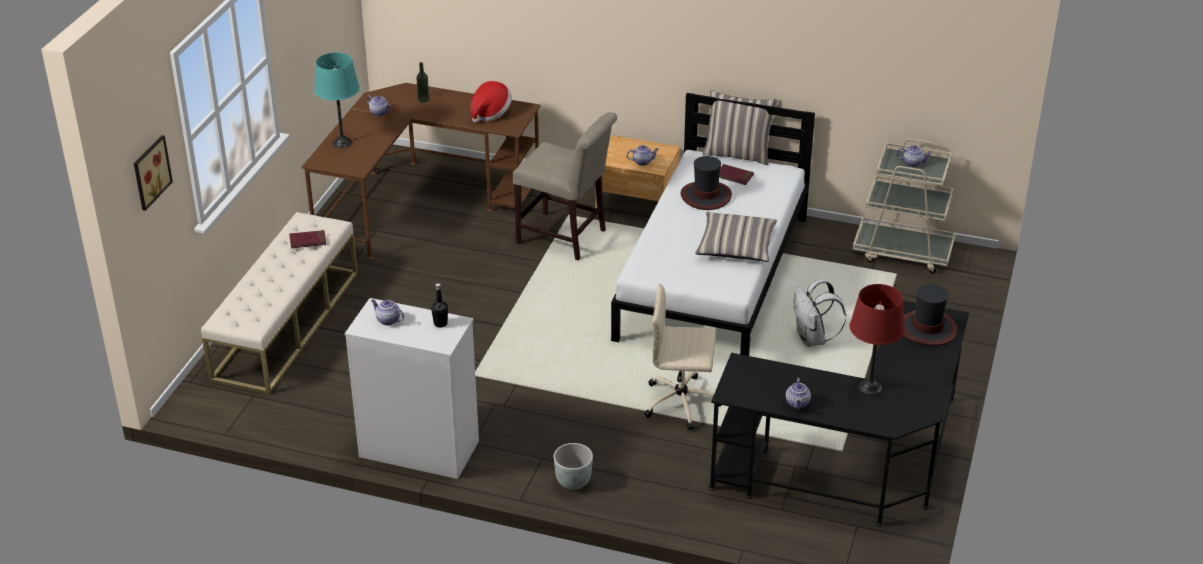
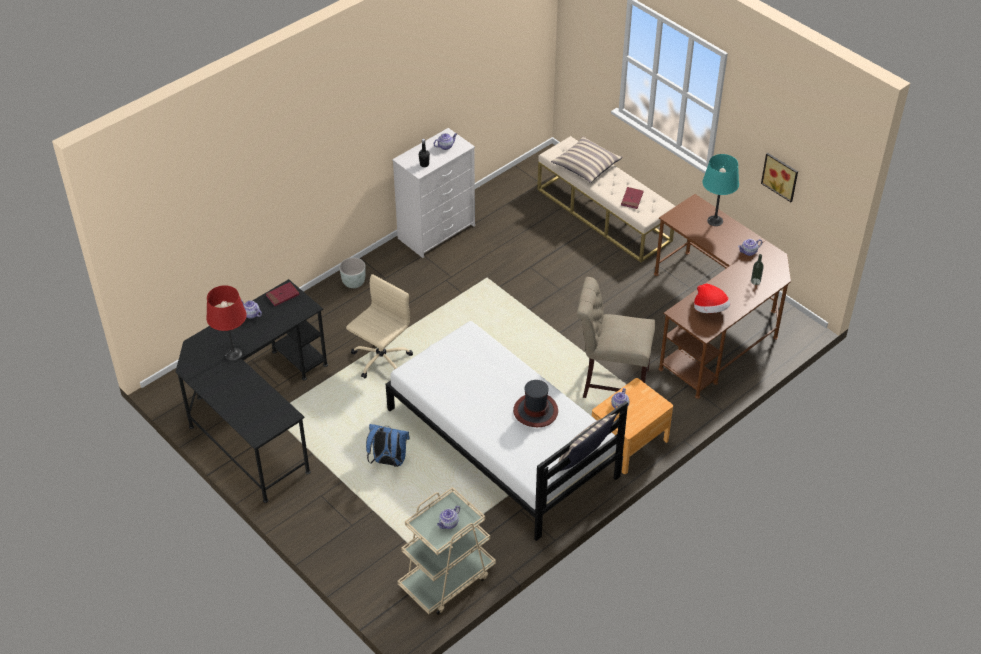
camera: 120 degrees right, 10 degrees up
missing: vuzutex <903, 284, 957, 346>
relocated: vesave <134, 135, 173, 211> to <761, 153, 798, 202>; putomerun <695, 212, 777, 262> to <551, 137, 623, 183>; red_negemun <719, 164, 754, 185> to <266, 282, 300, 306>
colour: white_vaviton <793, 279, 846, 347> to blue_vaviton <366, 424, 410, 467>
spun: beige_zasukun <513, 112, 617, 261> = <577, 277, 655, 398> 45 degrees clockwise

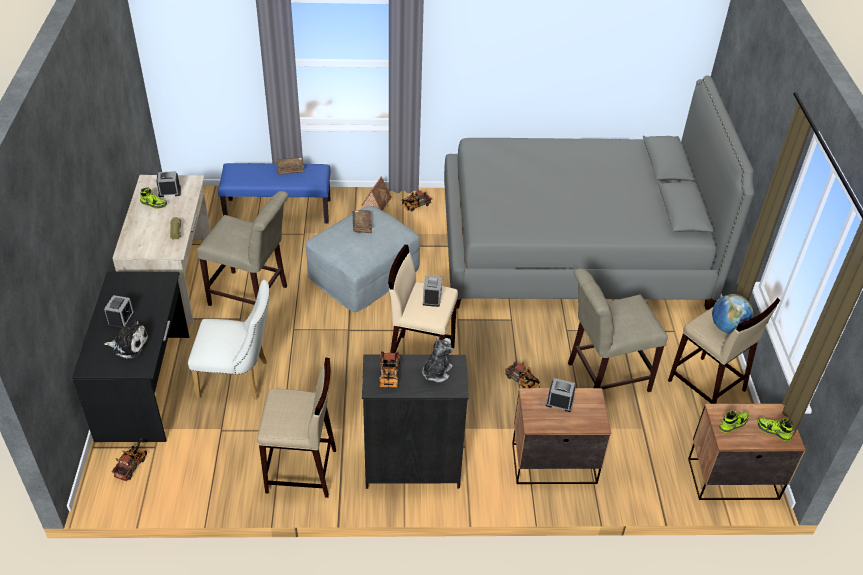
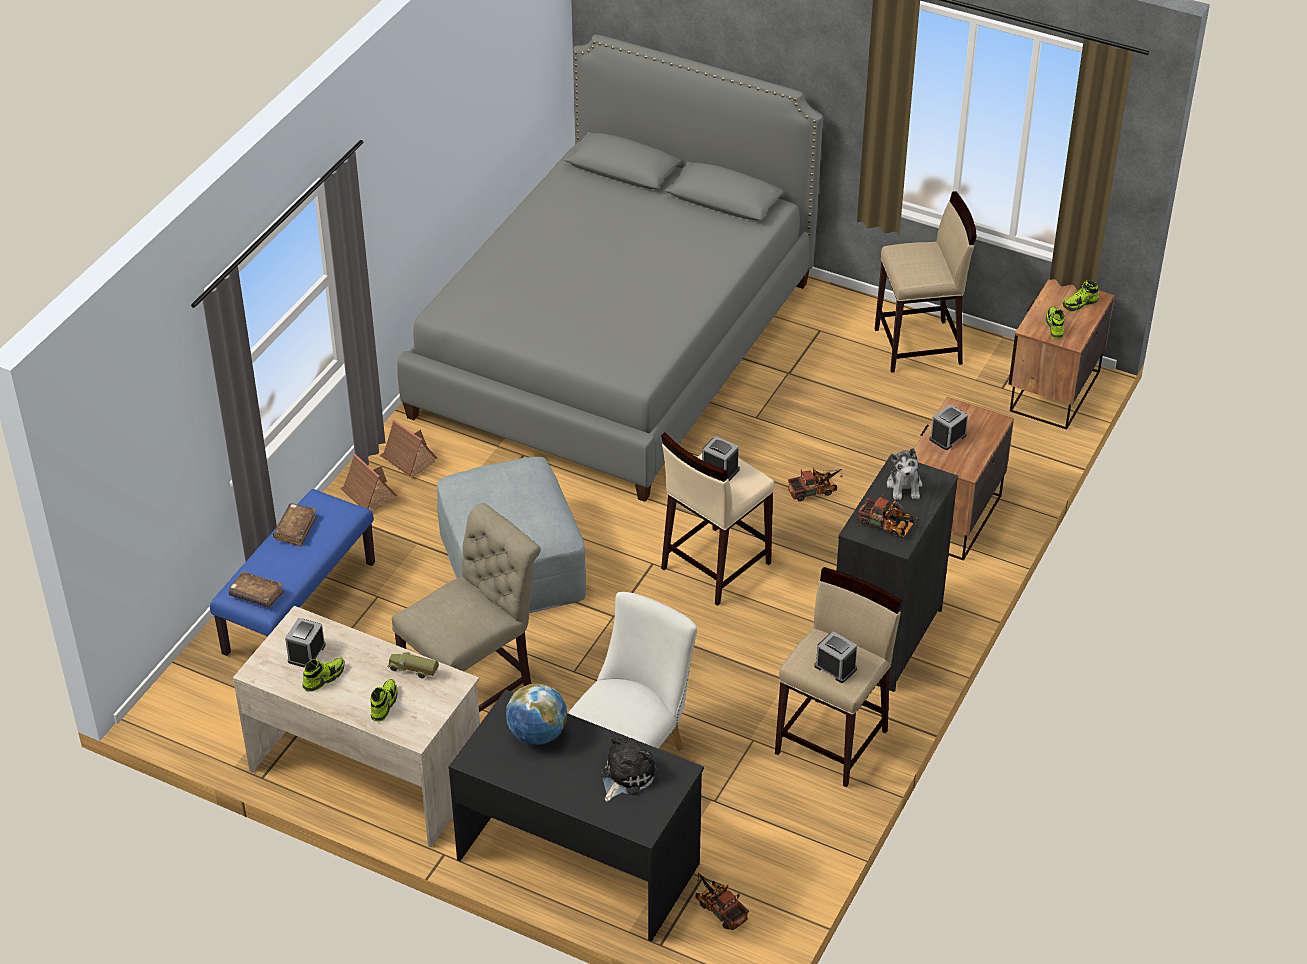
camera: 60 degrees left, 0 degrees up
missing: beige_zasukun <568, 268, 668, 392>
appeared: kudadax <370, 679, 397, 722>
relocated: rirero <104, 295, 134, 329> to <814, 631, 857, 683>; brown_negemun <352, 210, 372, 233> to <229, 571, 284, 608>; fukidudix <712, 294, 754, 334> to <506, 683, 567, 745>
exchanged: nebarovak <400, 189, 432, 211> to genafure <379, 420, 437, 478>
spun: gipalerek <422, 338, 453, 382> = <887, 448, 923, 500> 150 degrees counterclockwise

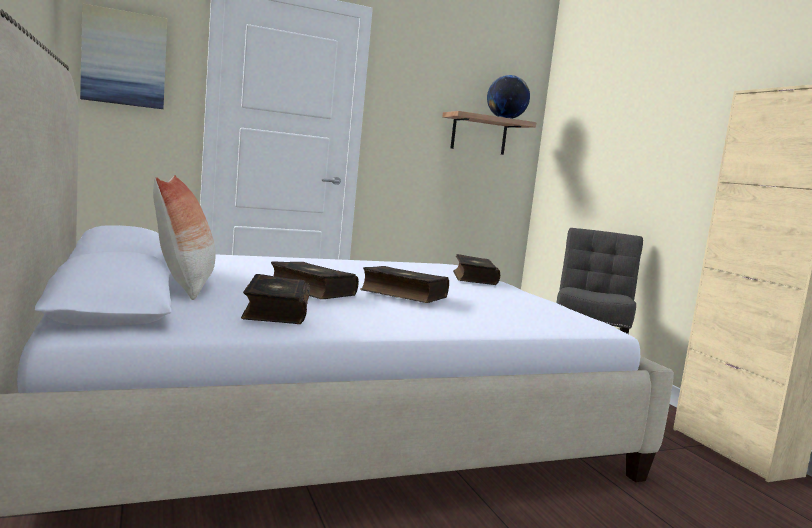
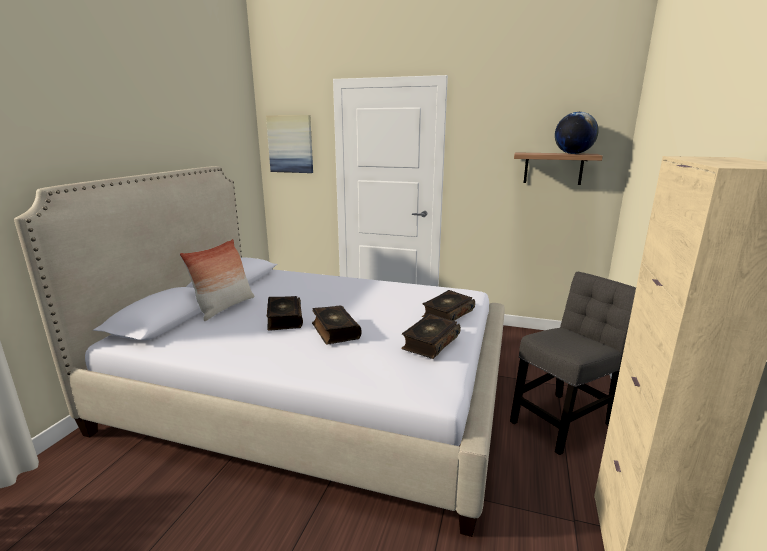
camera: 40 degrees right, 10 degrees up
relocated: negemun <241, 274, 310, 324> to <401, 314, 461, 359>

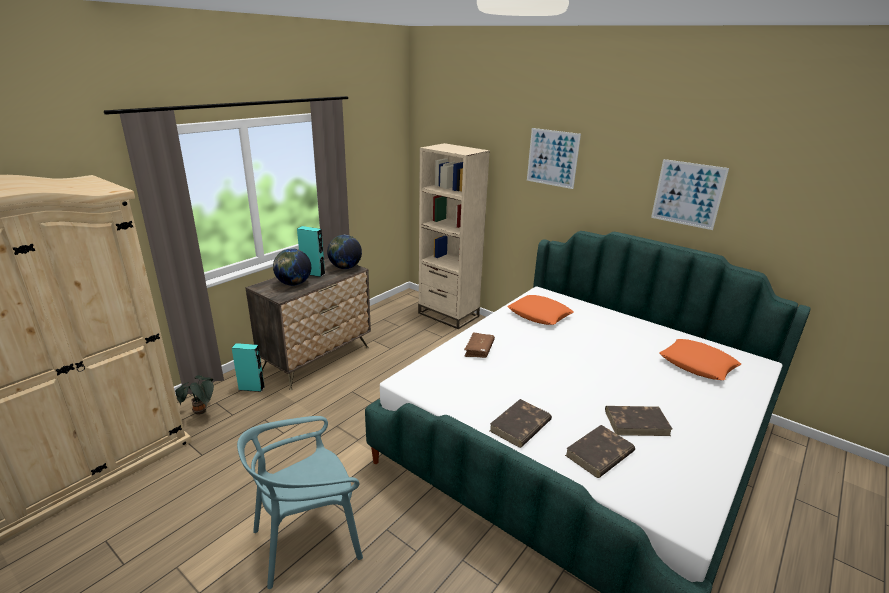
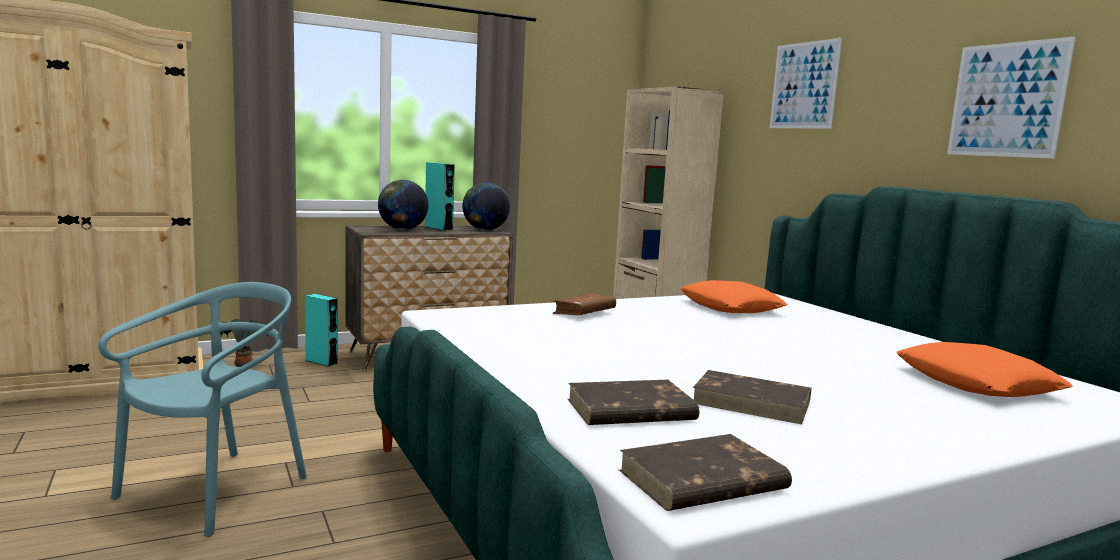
camera: 25 degrees right, 15 degrees down
relocated: brown_negemun <489, 399, 552, 448> to <619, 434, 792, 511>
spun: turquoise_zasukun <237, 416, 363, 589> = <98, 282, 307, 537> 120 degrees clockwise

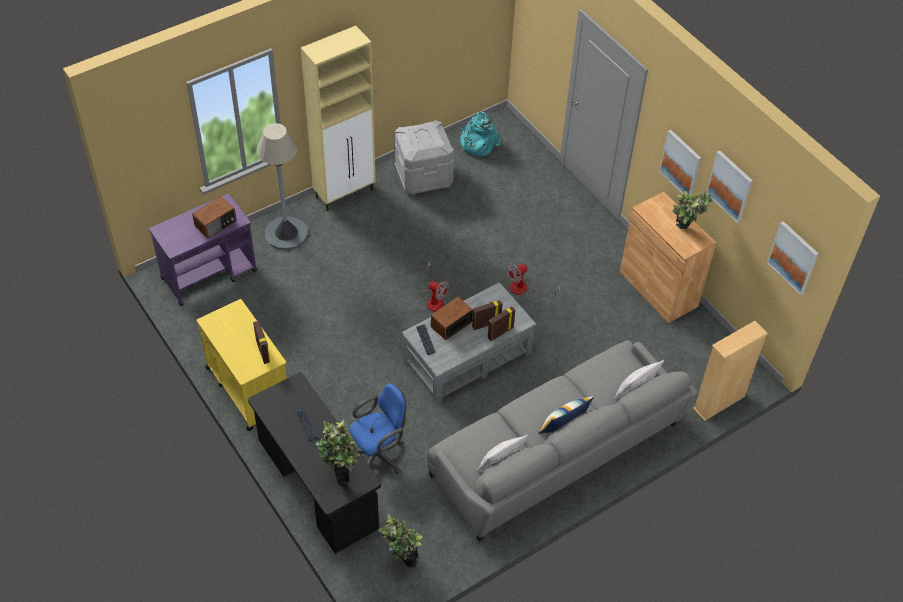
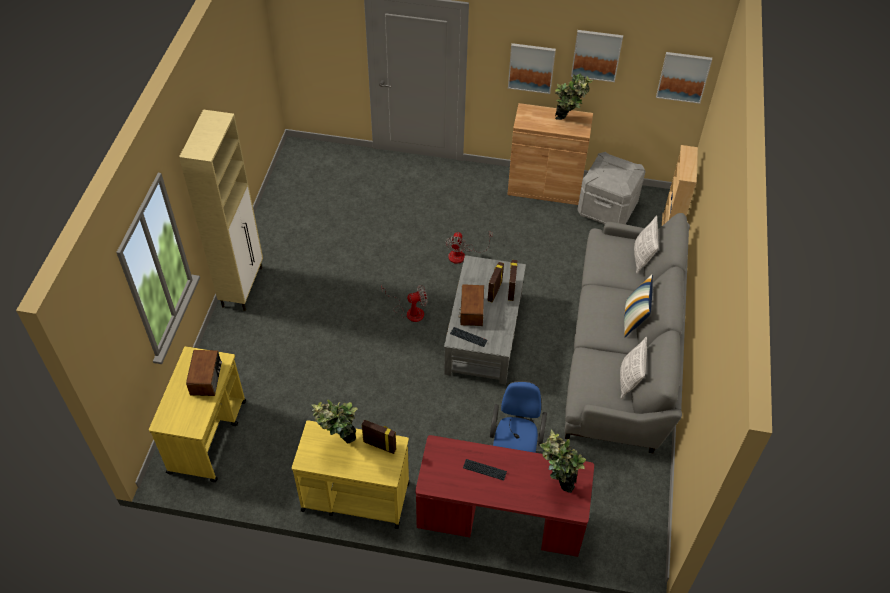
camera: 45 degrees left, 0 degrees up
missing: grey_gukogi <257, 123, 308, 250>; turquoise_vaviton <460, 112, 501, 156>
relocated: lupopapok <378, 514, 422, 568> to <312, 400, 358, 443>; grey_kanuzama <394, 120, 454, 195> to <577, 152, 646, 224>
colour: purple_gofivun <149, 194, 257, 306> to yellow_gofivun <149, 346, 246, 482>; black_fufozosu <248, 372, 381, 554> to red_fufozosu <415, 435, 594, 557>

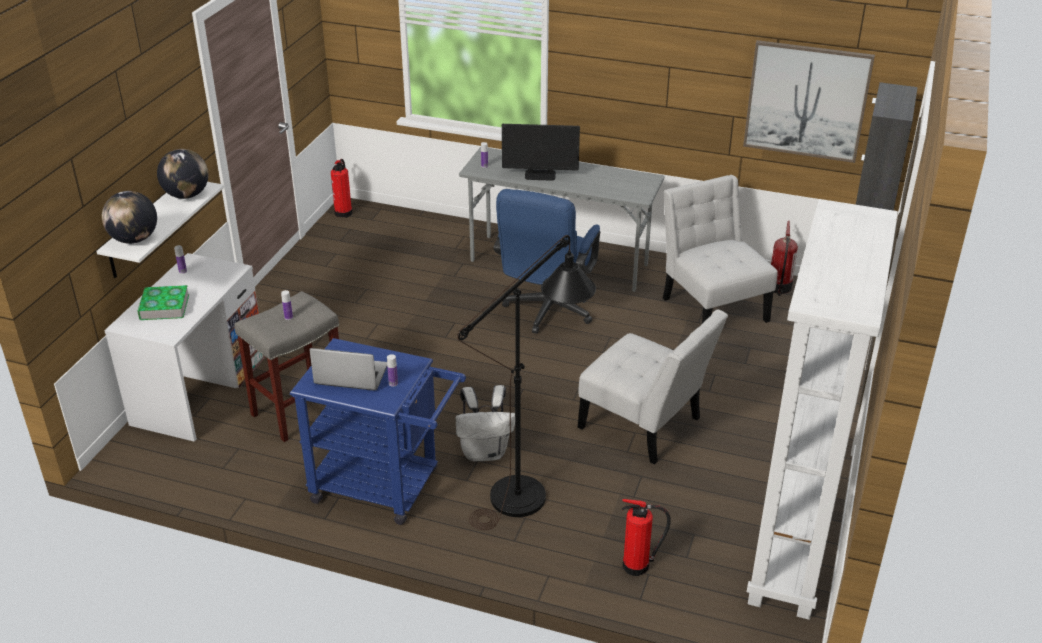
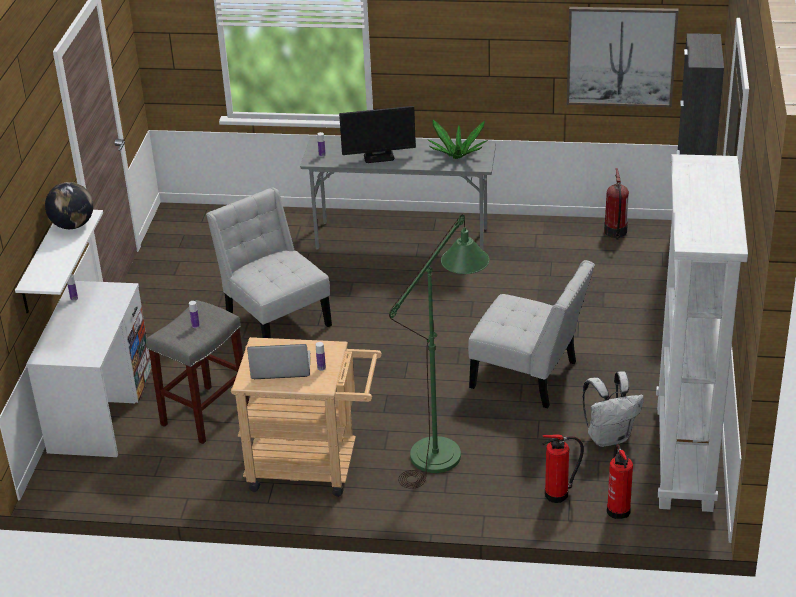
camera: 10 degrees left, 0 degrees up
missing: fukidudix <102, 191, 157, 244>; negemun <137, 285, 189, 320>; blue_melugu <494, 189, 600, 334>
appeared: lupopapok <427, 120, 488, 159>
relocated: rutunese <331, 159, 352, 218> to <607, 444, 633, 519>; white_vaviton <456, 385, 515, 462> to <583, 371, 644, 447>; white_zasukun <663, 175, 778, 324> to <206, 187, 332, 338>
colour: blue_gofivun <290, 338, 466, 525> to beige_gofivun <231, 337, 382, 497>; black_gukogi <457, 235, 596, 530> to green_gukogi <389, 214, 489, 489>

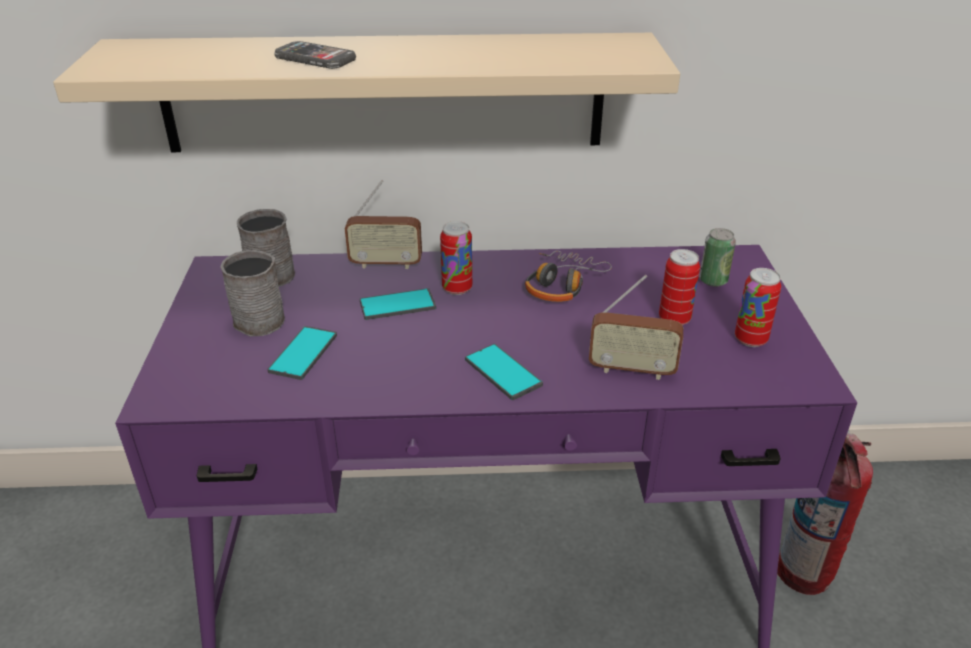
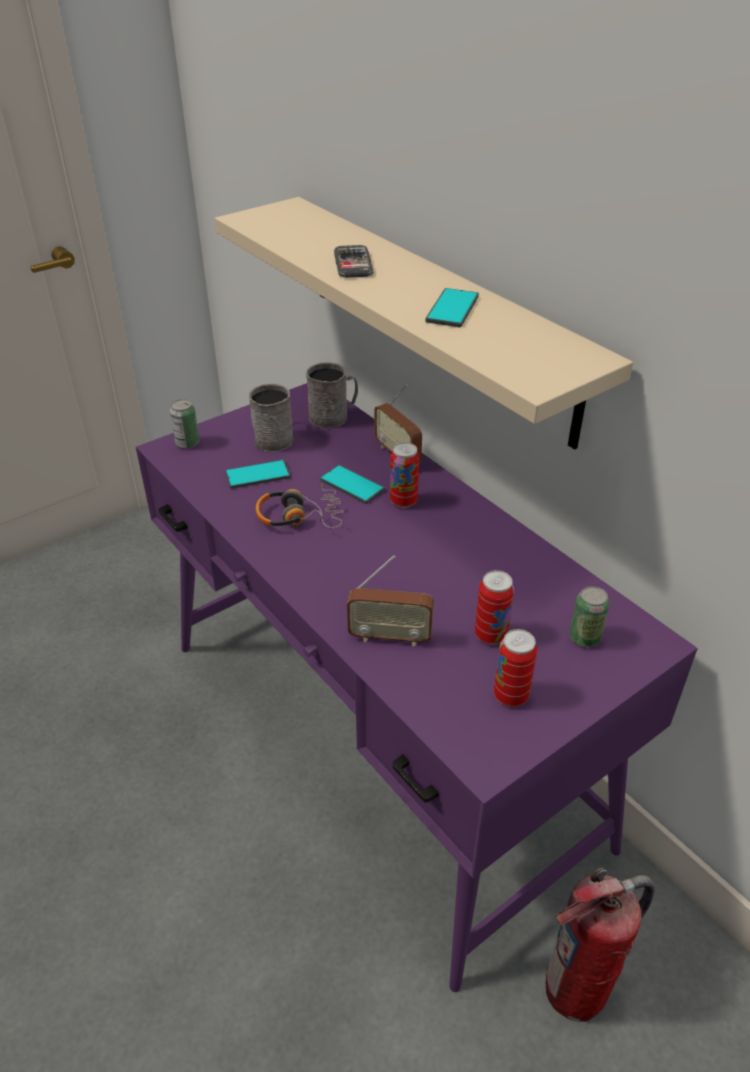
camera: 55 degrees right, 5 degrees up
appeared: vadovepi <170, 399, 200, 449>
relocated: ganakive <465, 344, 543, 400> to <425, 288, 479, 327>; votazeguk <525, 251, 612, 302> to <256, 483, 344, 528>
spun: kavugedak <589, 275, 683, 380> = <347, 555, 434, 647> 60 degrees counterclockwise

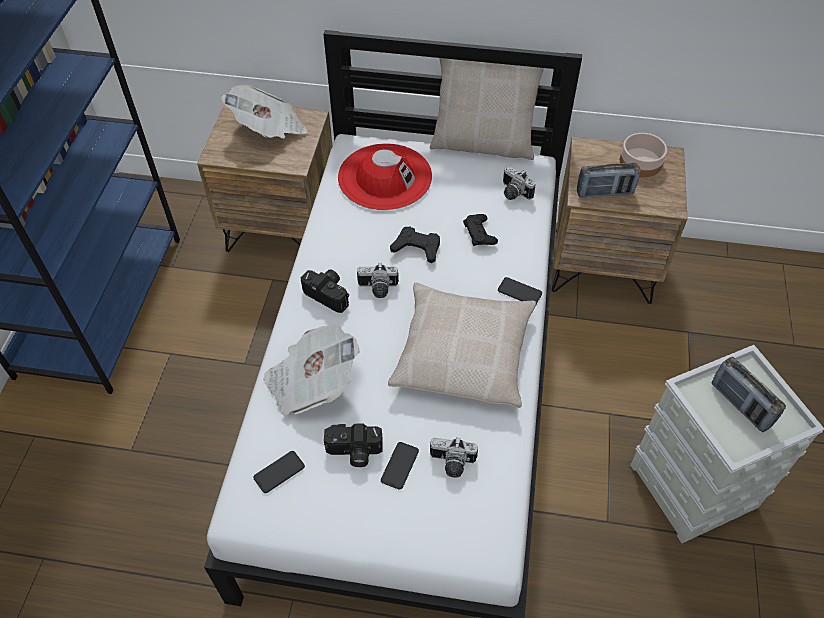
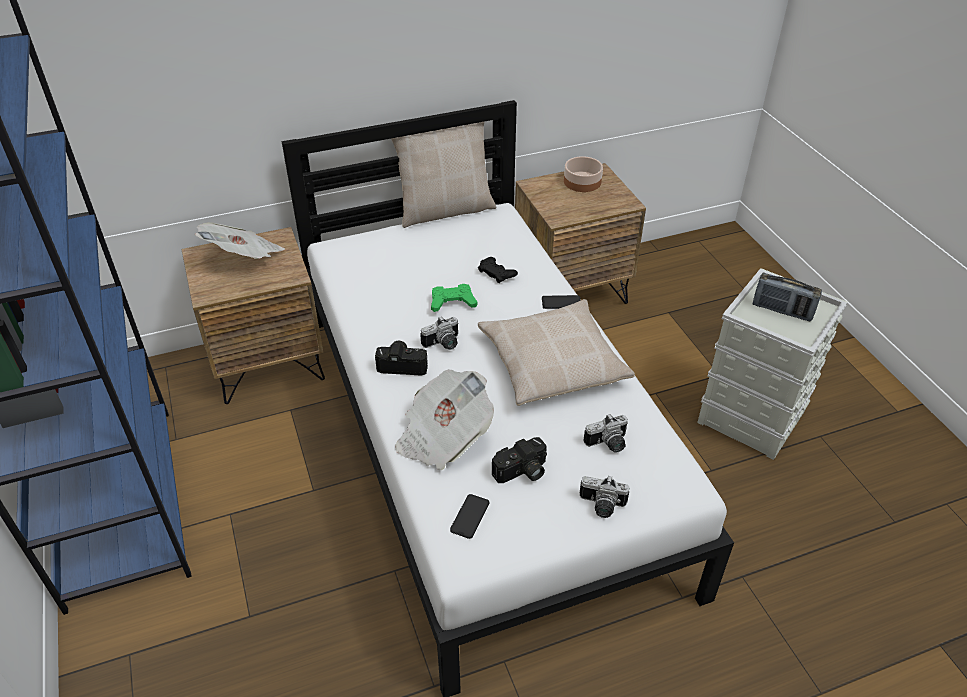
camera: 30 degrees left, 10 degrees down
missing: red_vuzutex <338, 144, 432, 210>; ganakive <381, 442, 419, 490>; kavugedak <577, 163, 641, 198>
relocated: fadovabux <503, 166, 536, 200> to <580, 476, 629, 518>
colour: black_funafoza <390, 227, 440, 263> to green_funafoza <431, 284, 478, 312>

